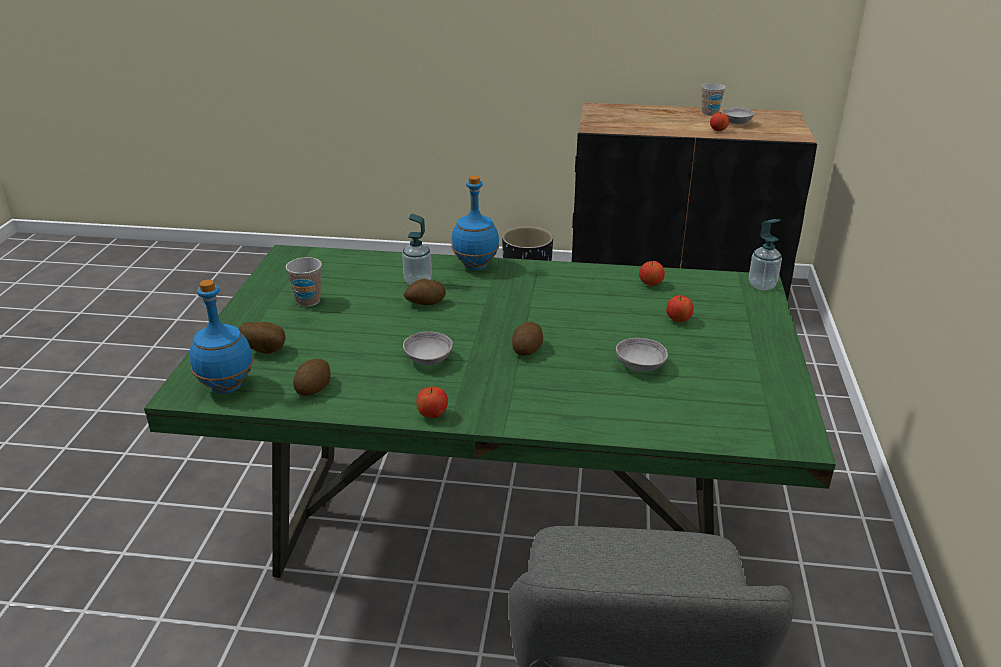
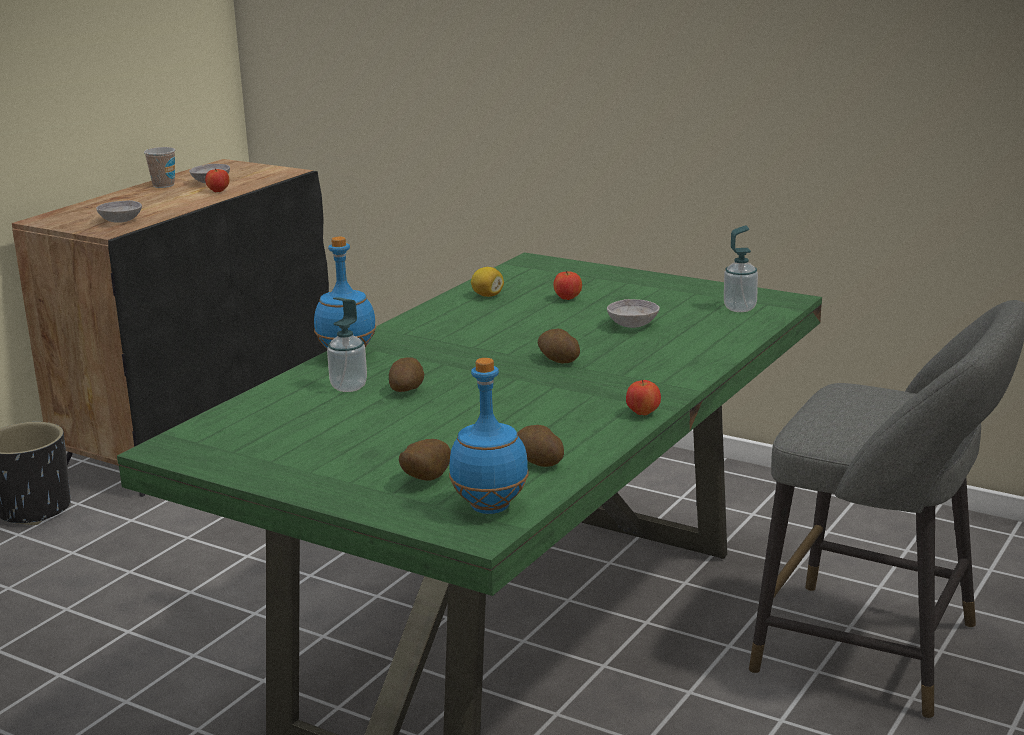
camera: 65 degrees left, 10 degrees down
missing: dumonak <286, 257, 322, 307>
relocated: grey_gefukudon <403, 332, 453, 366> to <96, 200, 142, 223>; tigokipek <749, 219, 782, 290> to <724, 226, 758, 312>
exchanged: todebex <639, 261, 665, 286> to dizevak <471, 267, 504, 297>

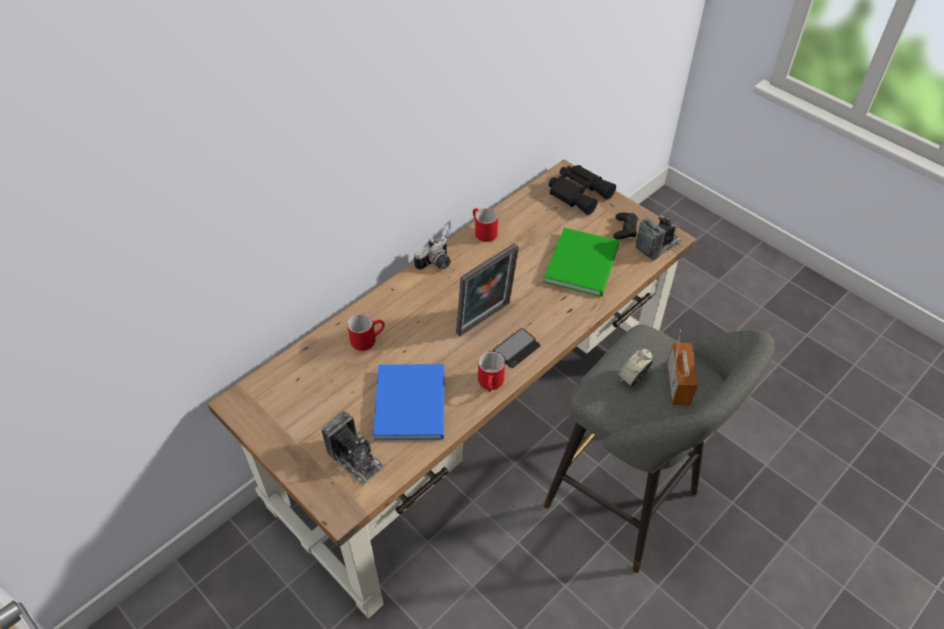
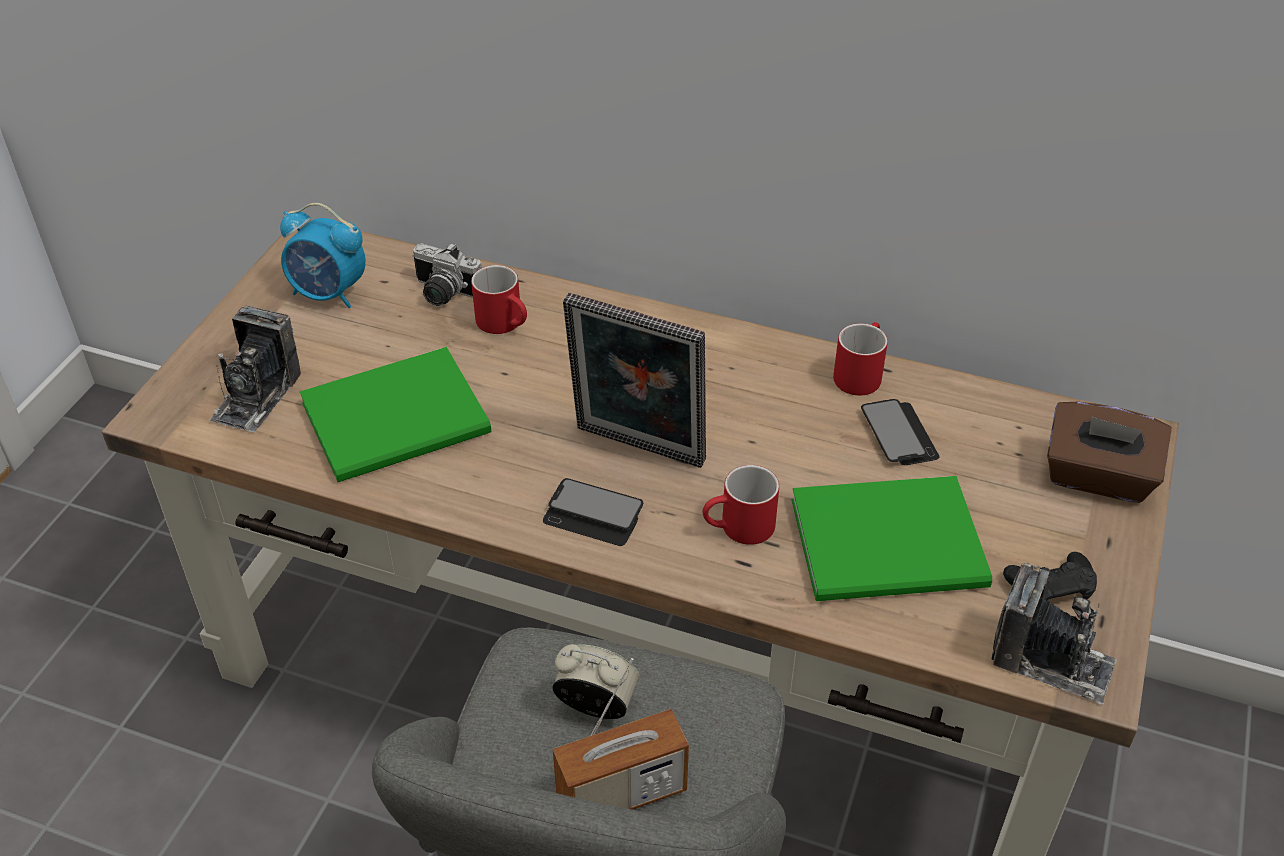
camera: 65 degrees right, 5 degrees down
appeared: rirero <280, 203, 366, 308>; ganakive <861, 399, 939, 465>
relocated: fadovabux <414, 237, 451, 270> to <412, 243, 481, 306>; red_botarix <478, 352, 505, 392> to <703, 465, 779, 545>
exchanged: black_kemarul <549, 165, 616, 215> to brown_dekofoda <1047, 402, 1172, 503>
colour: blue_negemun <373, 364, 445, 440> to green_negemun <300, 347, 491, 482>

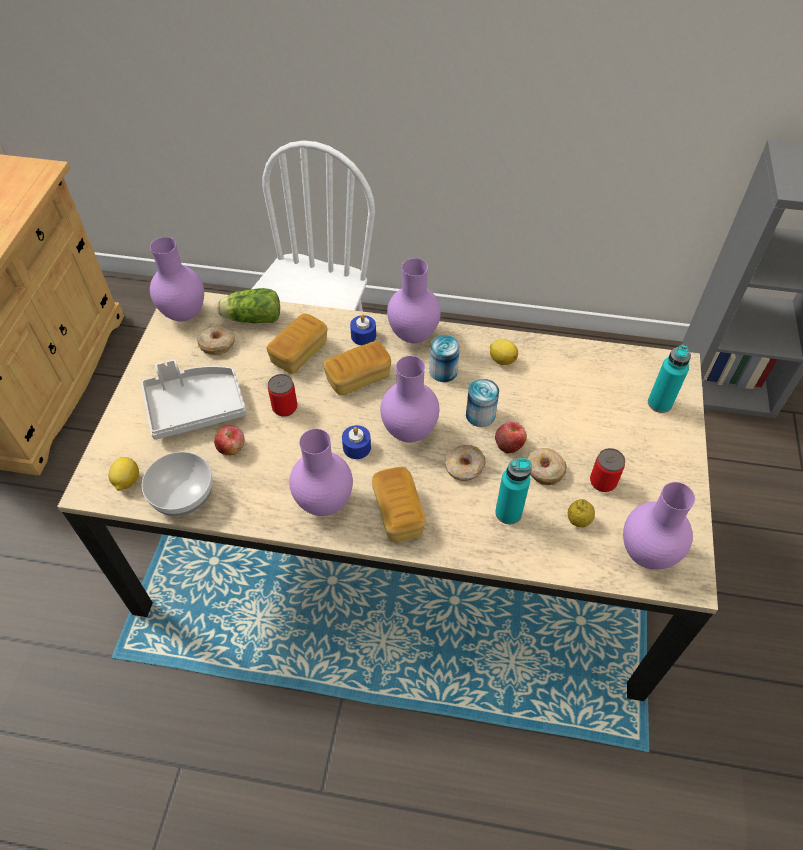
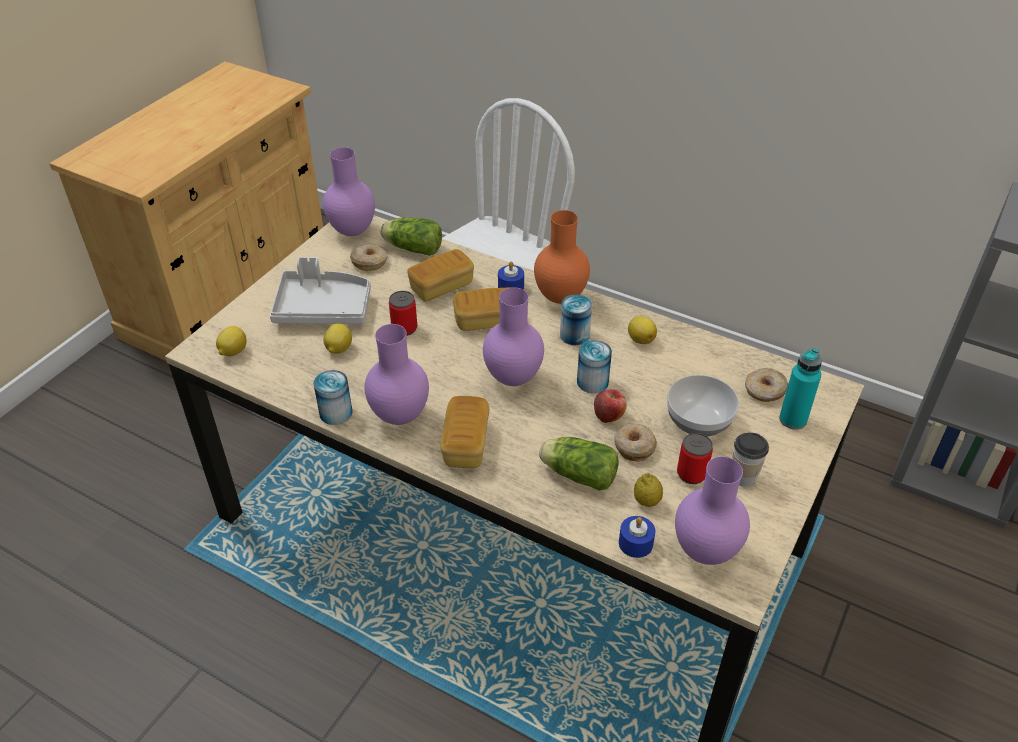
camera: 20 degrees right, 10 degrees down
appeared: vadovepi <313, 370, 352, 425>; dumonak <732, 432, 769, 487>
relocated: gefukudon <142, 452, 212, 516> to <667, 375, 739, 436>; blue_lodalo <342, 425, 371, 459> to <619, 516, 655, 558>; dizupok <445, 445, 486, 481> to <745, 368, 788, 402>
exchanged: todebex <214, 426, 245, 455> to dizevak <323, 323, 352, 354>; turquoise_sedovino <495, 458, 532, 524> to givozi <539, 437, 619, 490>
colour: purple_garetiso <387, 258, 441, 343> to orange_garetiso <534, 210, 590, 304>

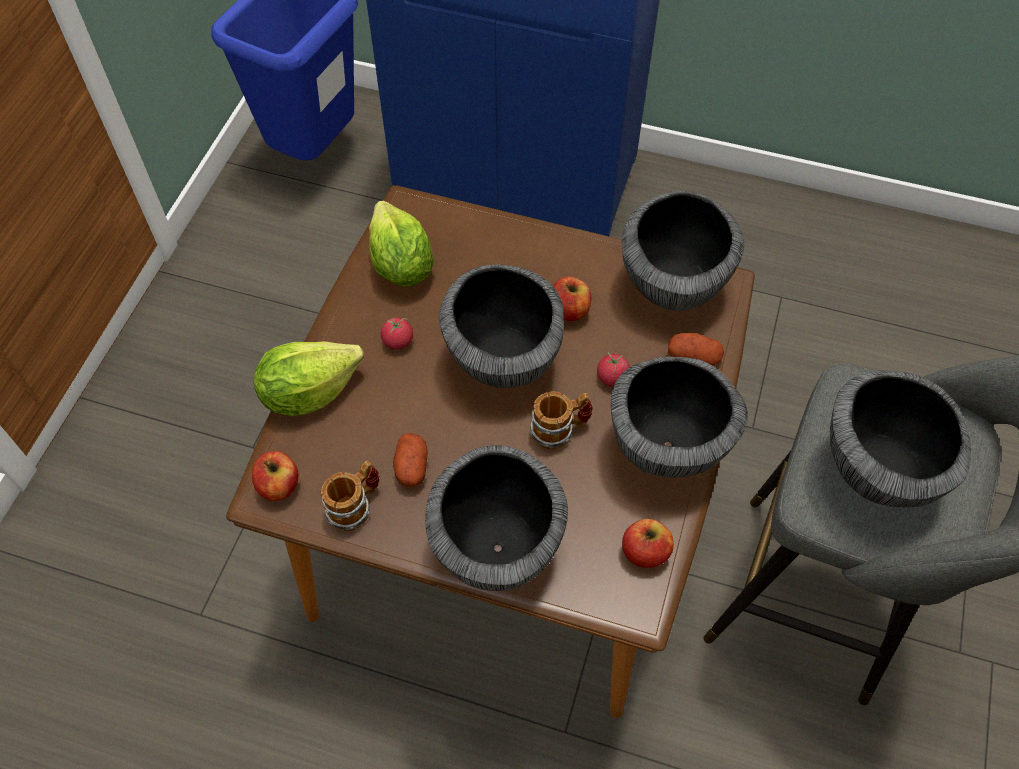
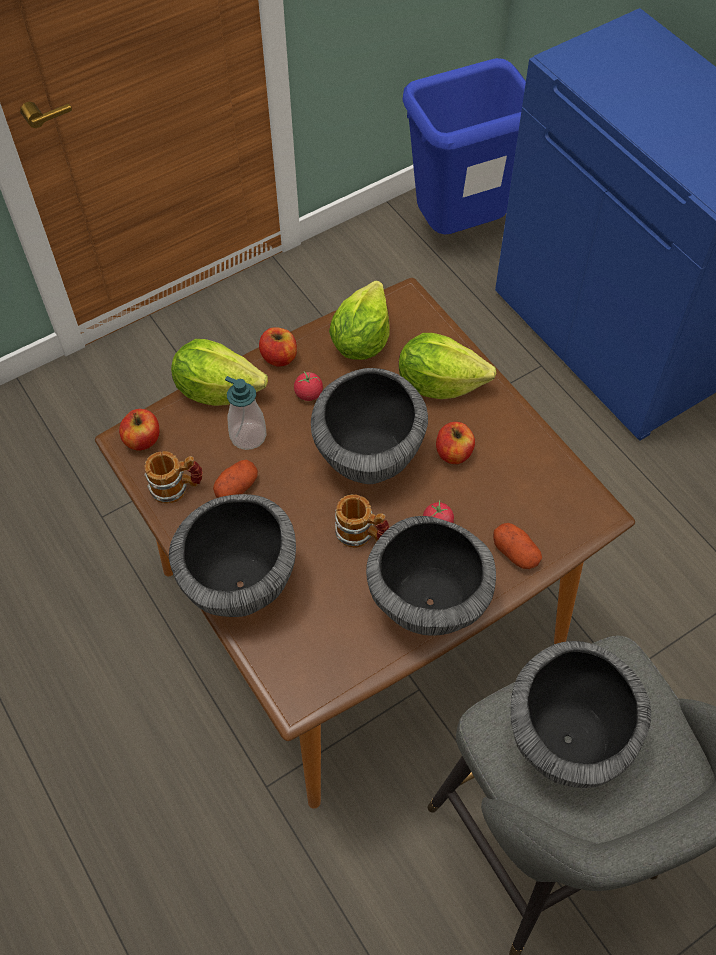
camera: 40 degrees right, 0 degrees up
missing: gefukudon <622, 191, 744, 311>
appeared: tigokipek <225, 376, 266, 450>; givozi <399, 333, 497, 399>
relocated: todebex <622, 519, 674, 568> to <259, 327, 297, 367>

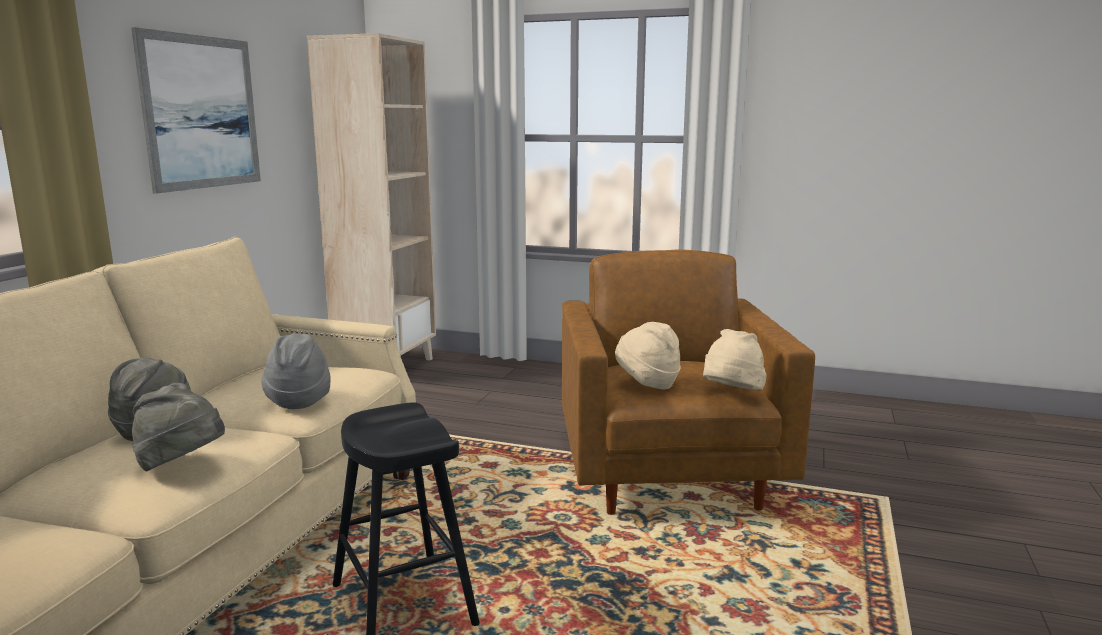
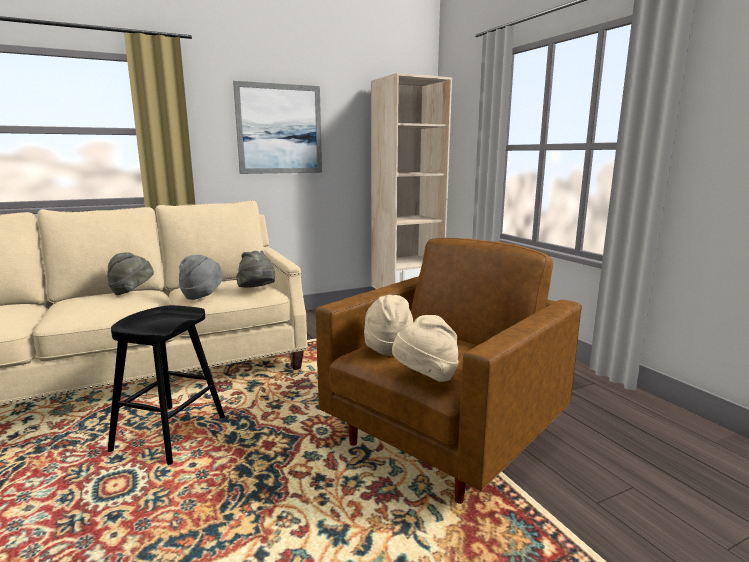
camera: 45 degrees right, 0 degrees up
relocated: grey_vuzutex <132, 383, 225, 471> to <236, 251, 275, 288>

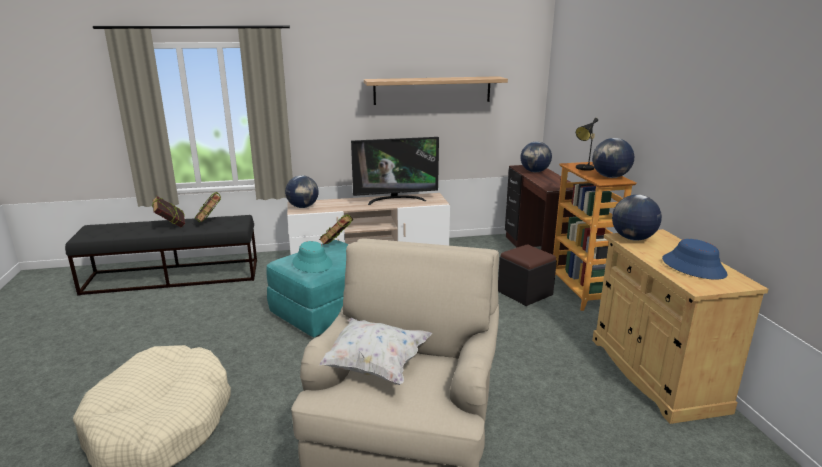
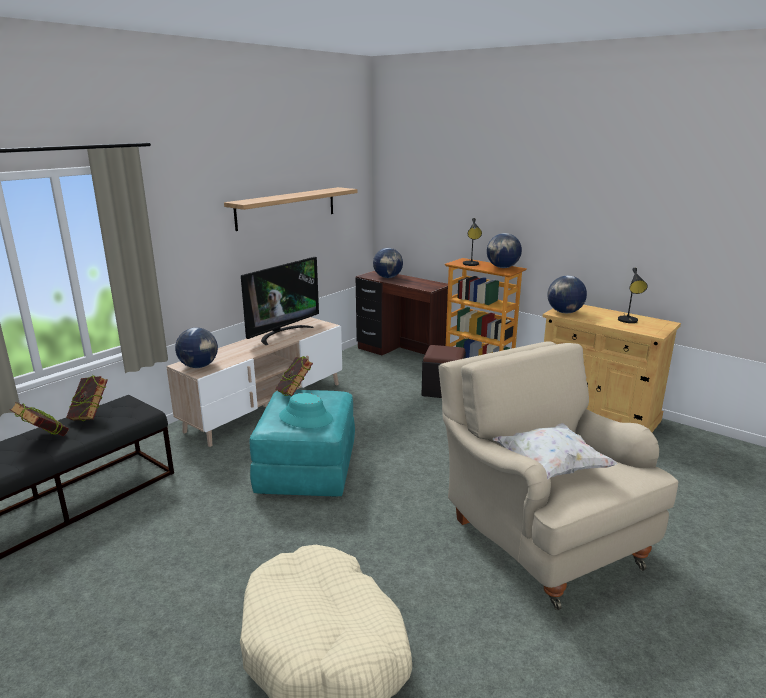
camera: 40 degrees left, 0 degrees up
exchanged: blue_vuzutex <662, 239, 728, 280> to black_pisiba <618, 268, 647, 323>

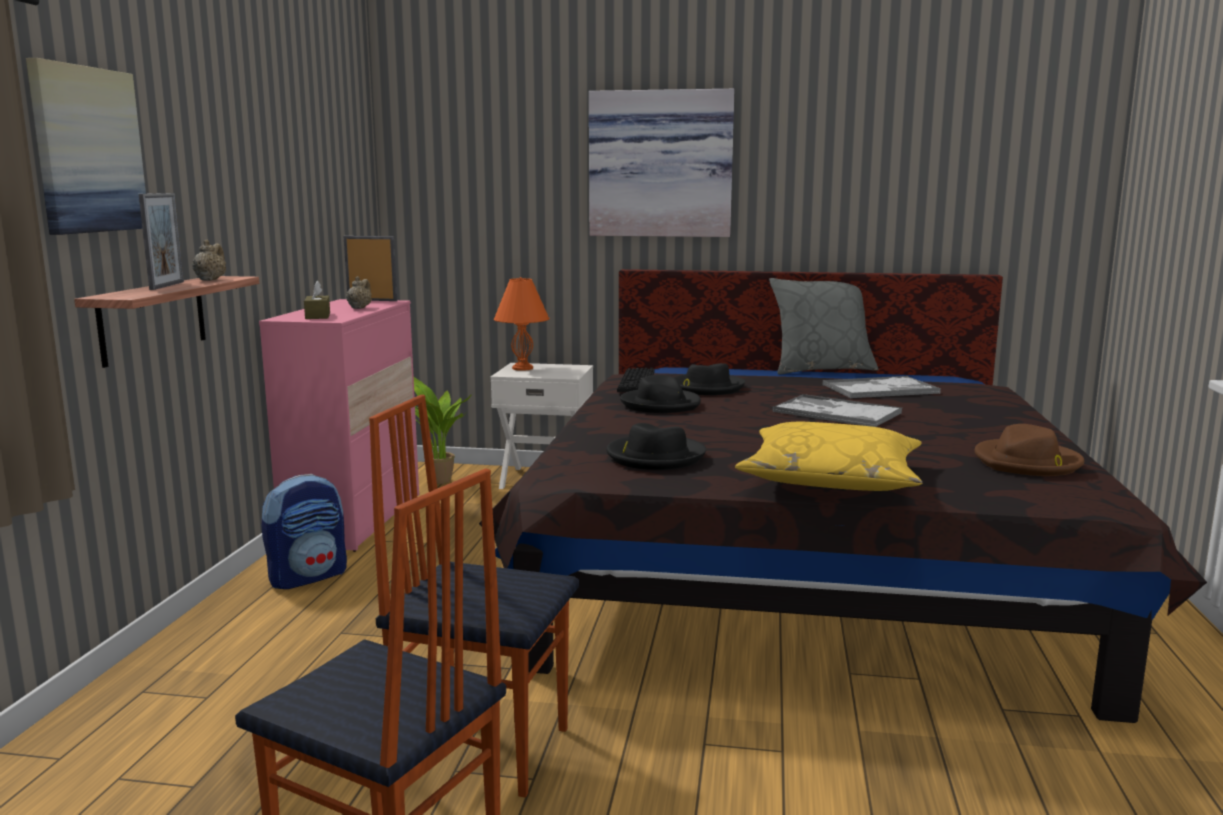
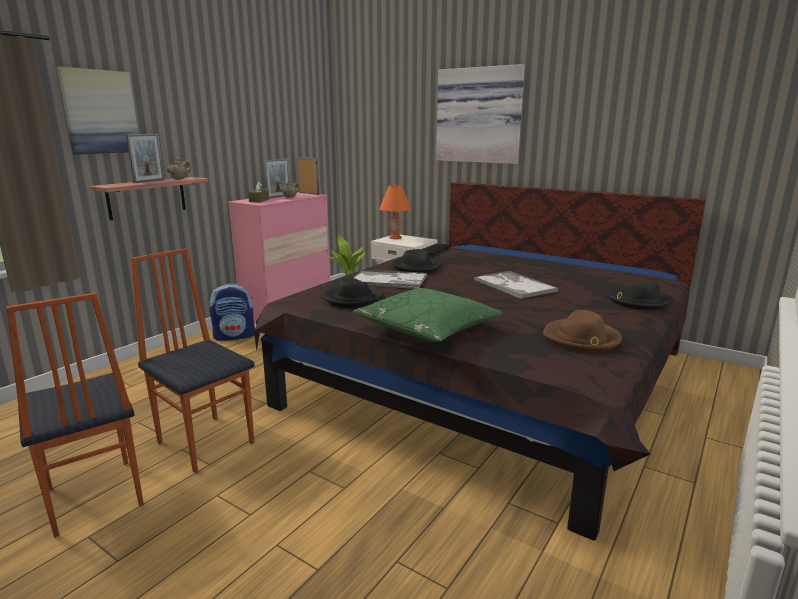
camera: 25 degrees right, 5 degrees up
missing: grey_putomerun <769, 278, 879, 375>
appeared: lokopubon <264, 159, 290, 198>
relocated: black_vuzutex <674, 363, 745, 395> to <606, 280, 673, 310>; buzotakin <822, 376, 940, 398> to <354, 269, 427, 289>
colour: yellow_putomerun <735, 422, 923, 491> to green_putomerun <353, 288, 503, 342>

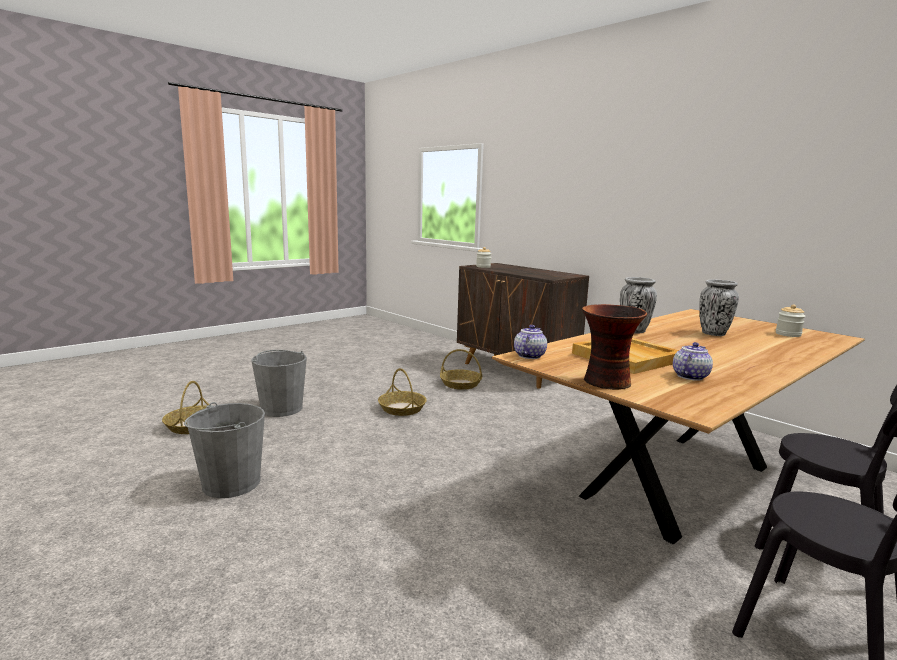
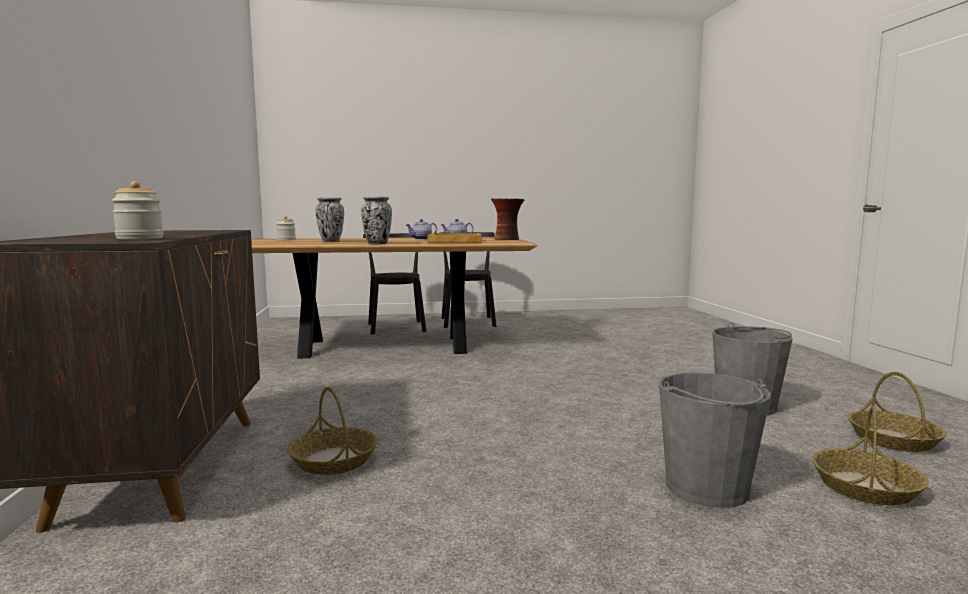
camera: 145 degrees left, 5 degrees down
relocated: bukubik <378, 368, 427, 416> to <848, 372, 947, 452>; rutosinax <514, 325, 547, 359> to <406, 219, 437, 240>

